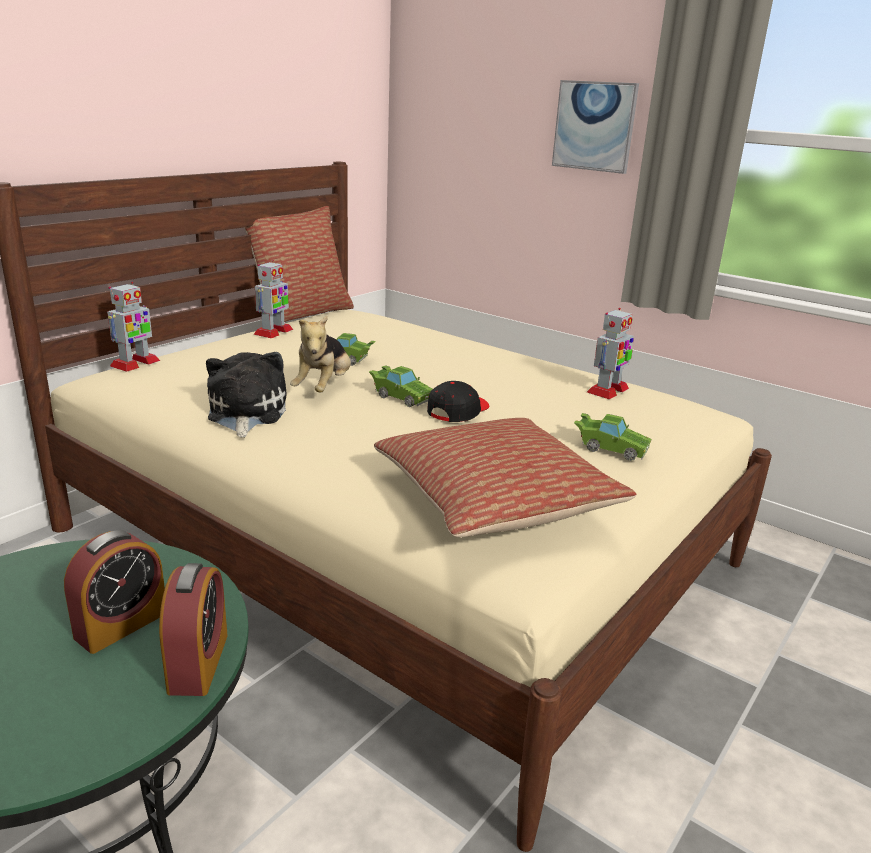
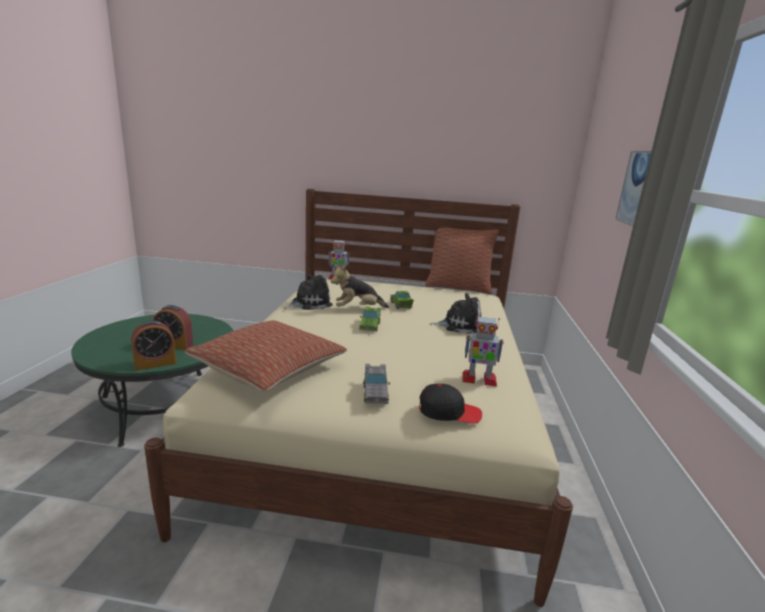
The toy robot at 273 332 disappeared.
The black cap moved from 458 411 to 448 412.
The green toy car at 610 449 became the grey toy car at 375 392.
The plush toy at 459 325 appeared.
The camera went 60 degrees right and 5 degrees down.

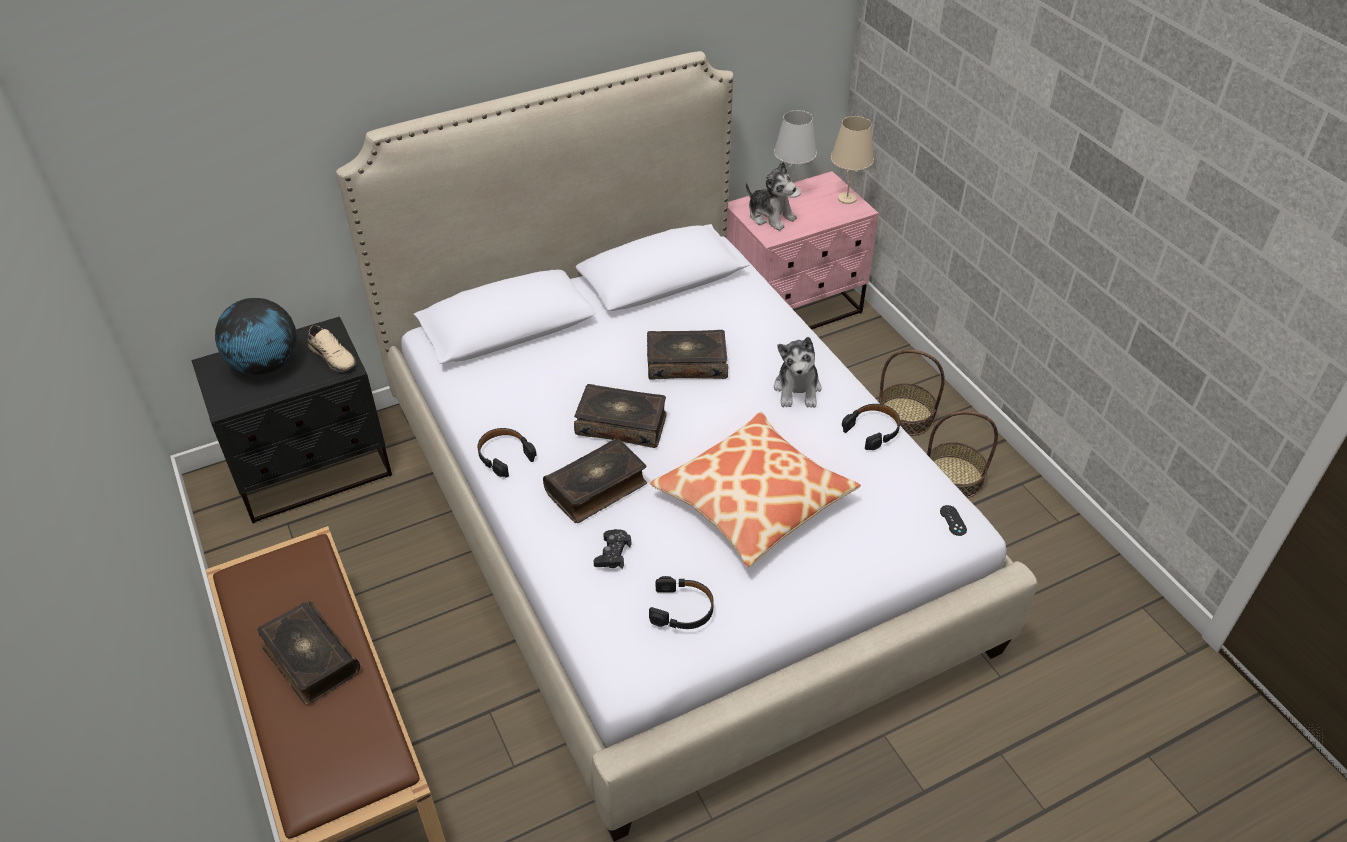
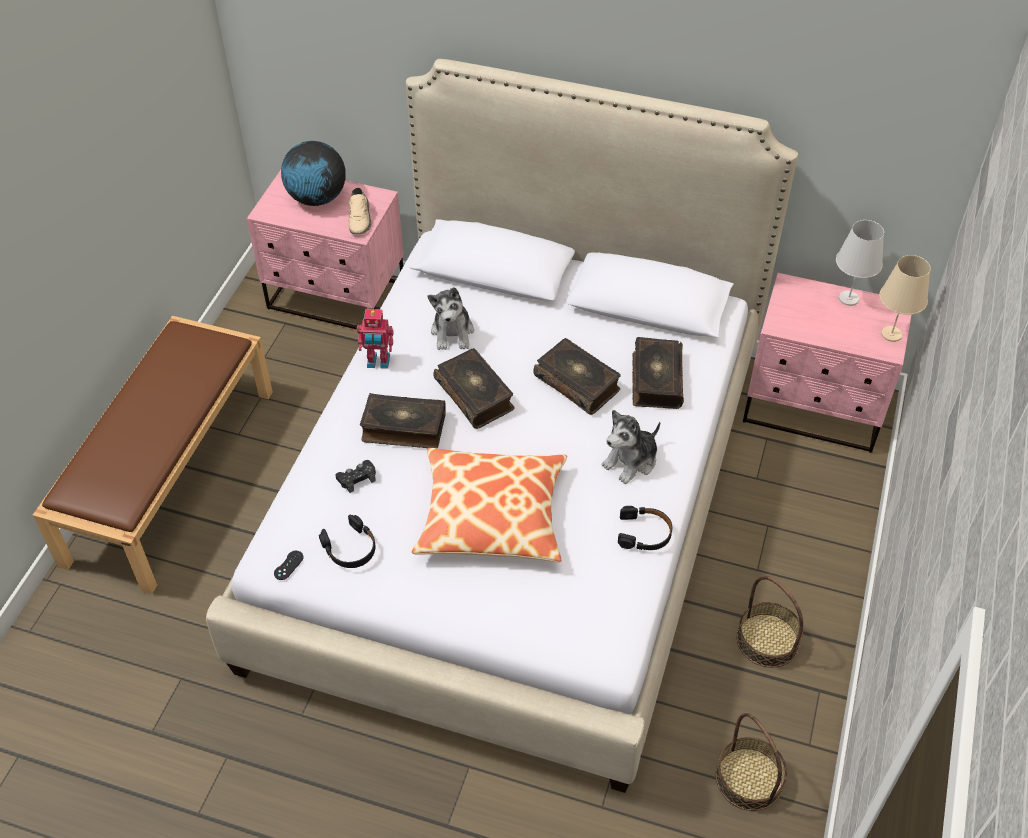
The plush toy moved from 770 216 to 452 332.
The black nightstand at 314 471 became the pink nightstand at 336 298.
The basket moved from 905 416 to 749 778.
The black headphones at 504 455 was replaced by the toy robot at 378 362.
The black game controller moved from 953 520 to 288 565.
The book moved from 310 659 to 655 380.
The camera went 45 degrees right and 5 degrees up.

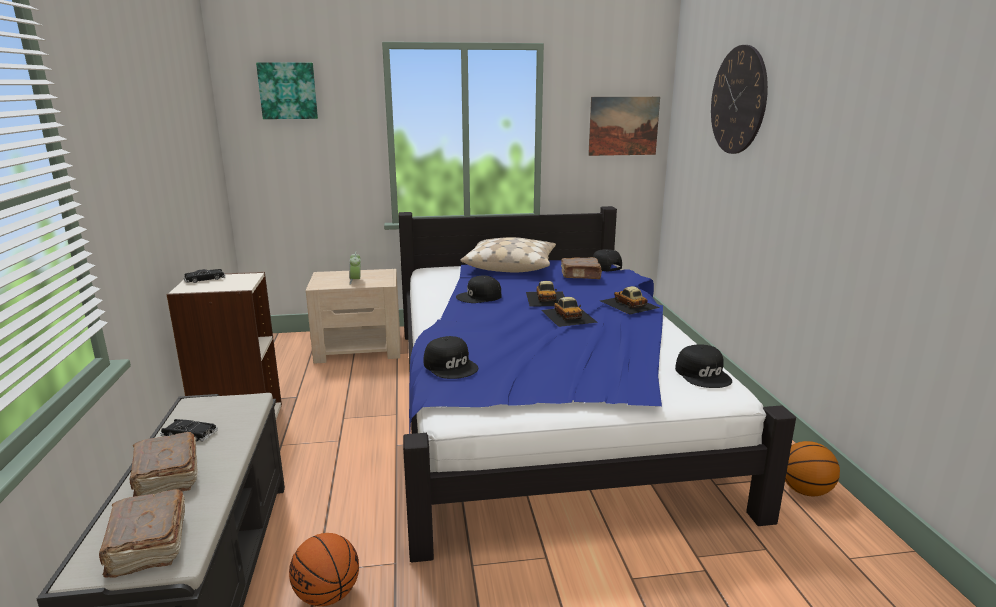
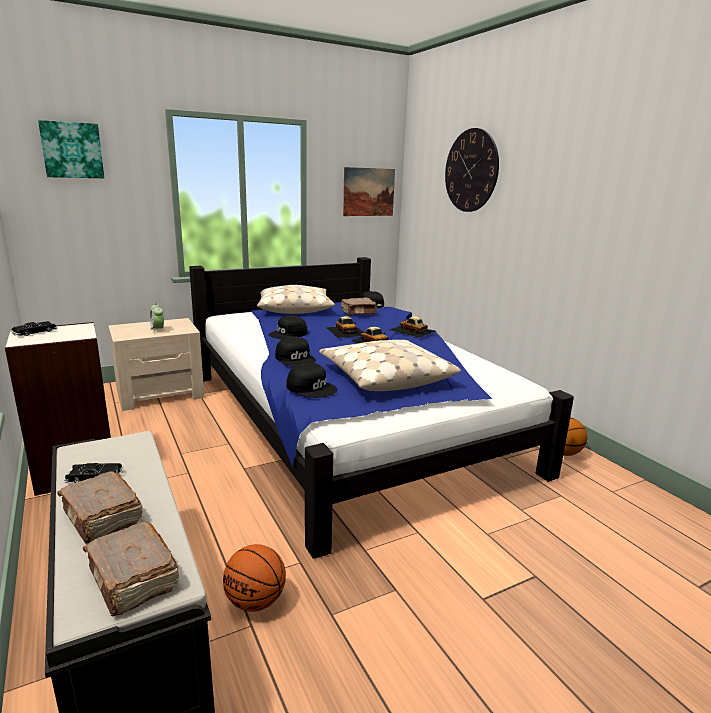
The black cap moved from 703 374 to 296 358.
The beige pillow at 385 377 appeared.
The camera went 20 degrees left and 0 degrees up.

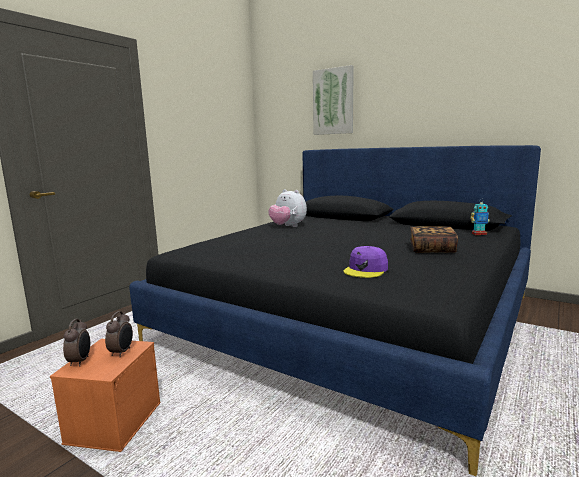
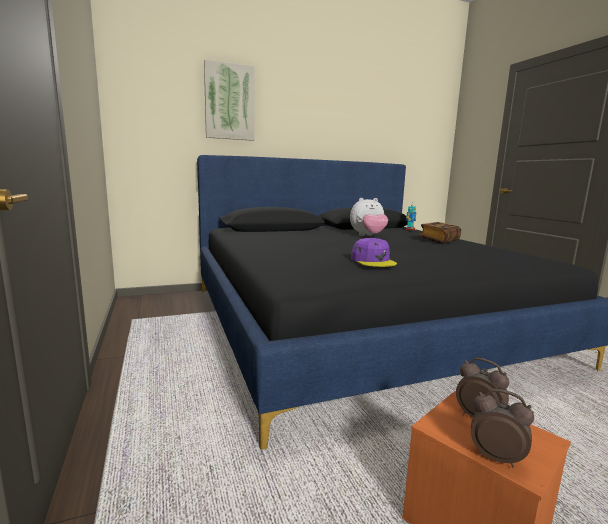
The plush toy moved from 288 226 to 368 236.
The purple cap moved from 366 270 to 373 261.
The camera went 55 degrees left and 0 degrees up.

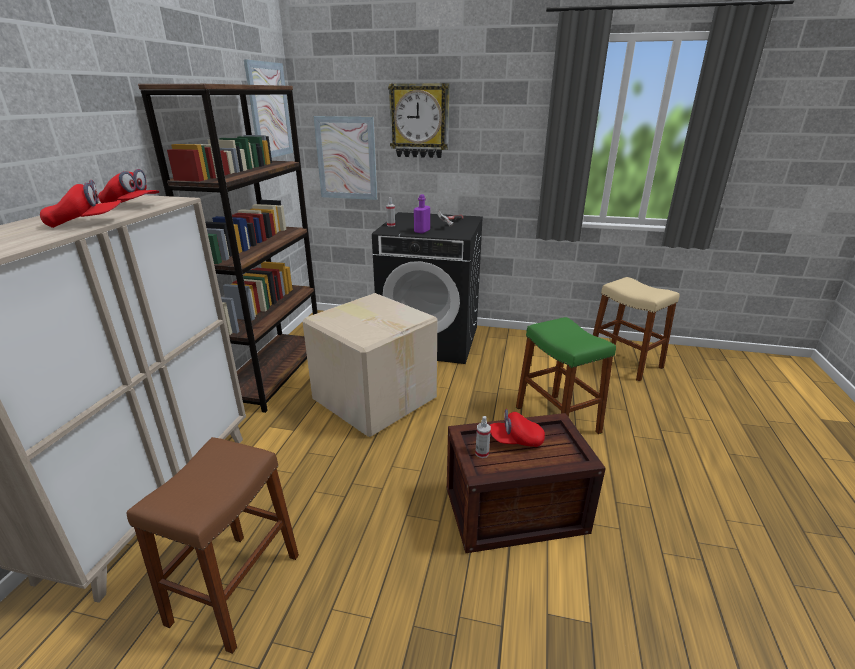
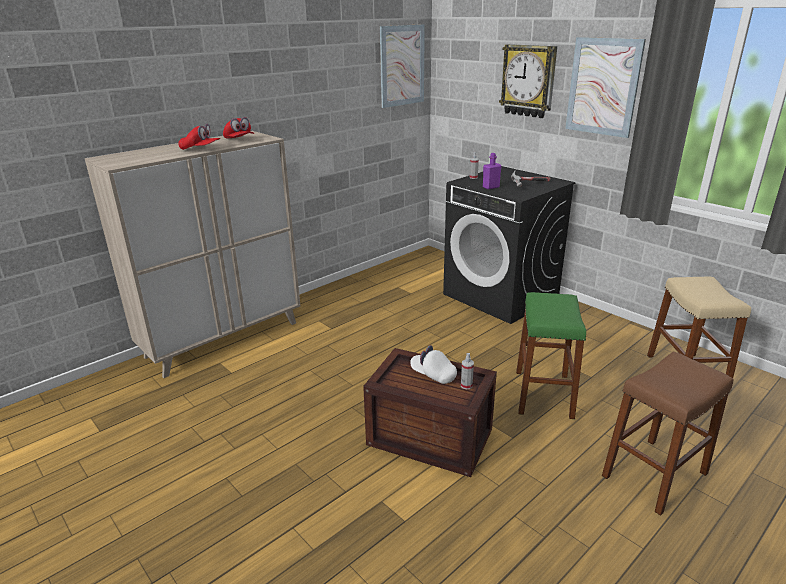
The brown bookcase at 274 374 disappeared.
The picture moved from 346 158 to 603 87.
The cardboard box at 375 397 disappeared.
The red cap at 515 440 became the white cap at 433 375.
The spray bottle moved from 482 453 to 466 385.
The brown stool moved from 236 588 to 654 474.
The camera went 35 degrees right and 0 degrees up.

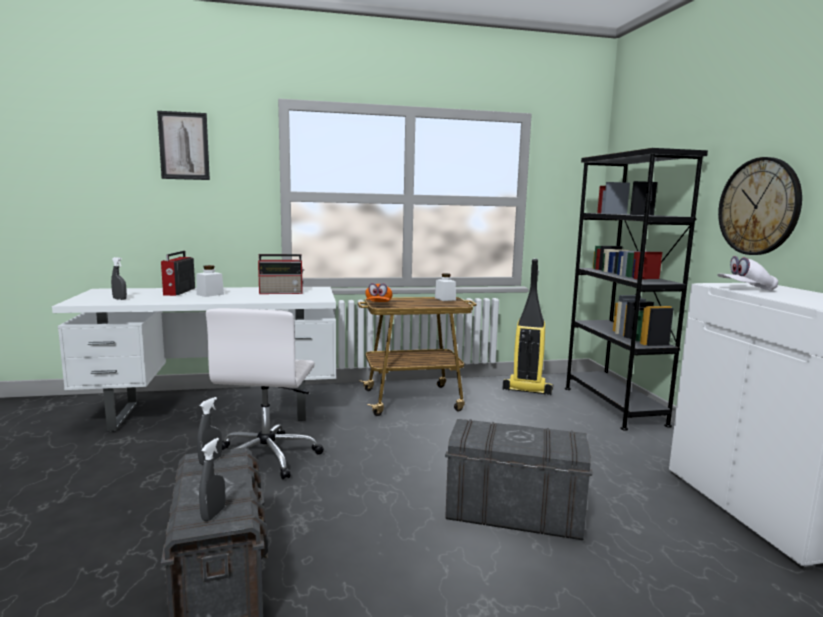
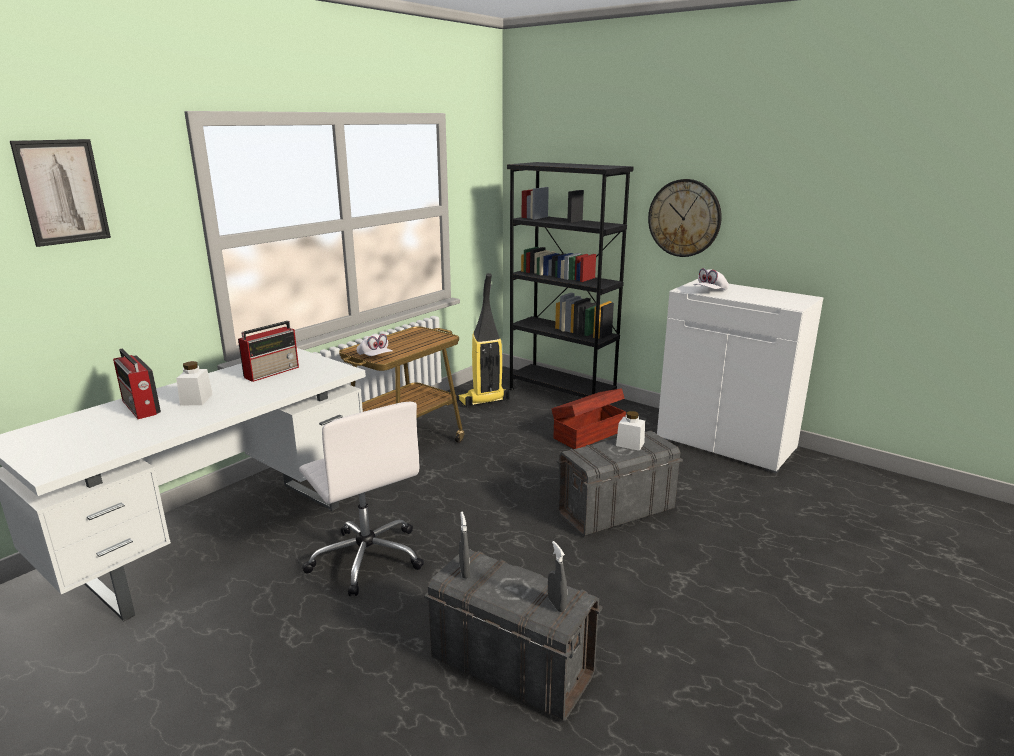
The grey spray bottle at 119 299 disappeared.
The white jar moved from 445 299 to 630 444.
The orange cap at 378 304 became the white cap at 375 357.
The brown storage box at 588 434 appeared.
The camera went 40 degrees left and 10 degrees up.

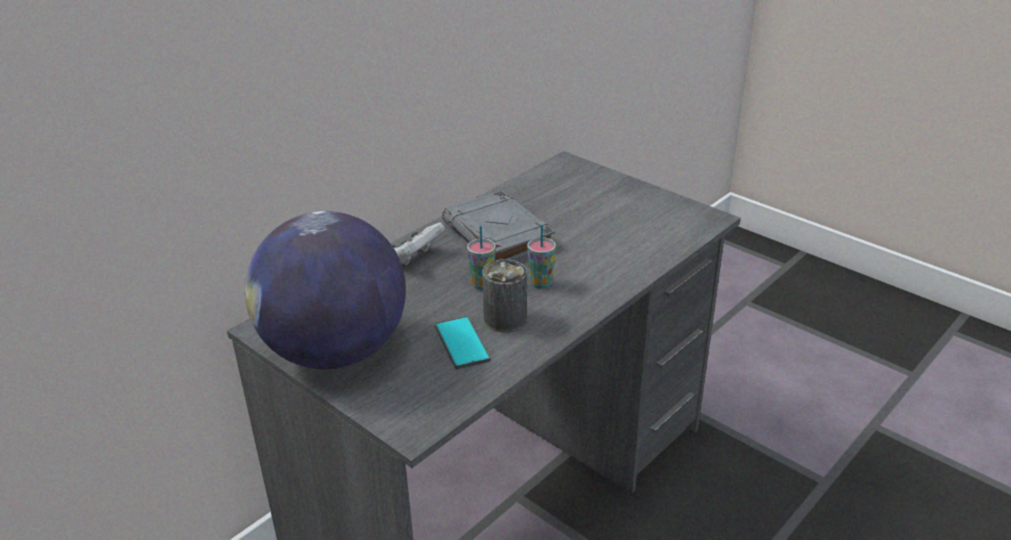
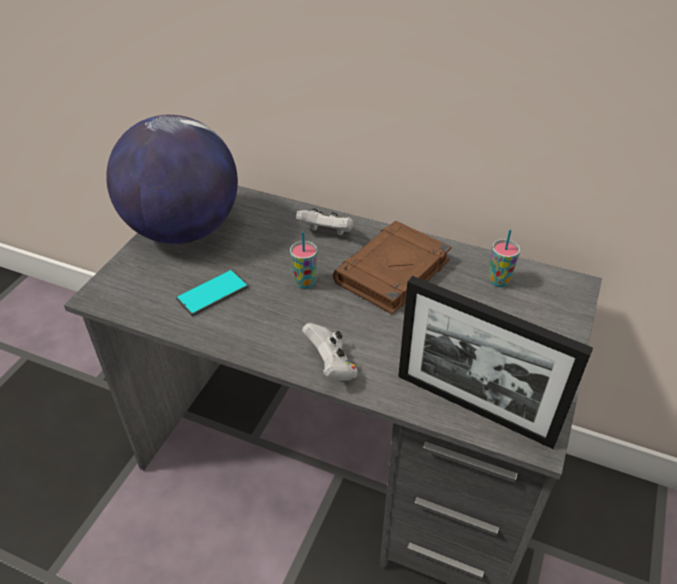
The grey book at 499 236 became the brown book at 392 272.
The cup moved from 541 283 to 498 281.
The can at 505 319 disappeared.
The picture frame at 473 408 appeared.
The white game controller at 331 366 appeared.
The camera went 70 degrees right and 10 degrees up.

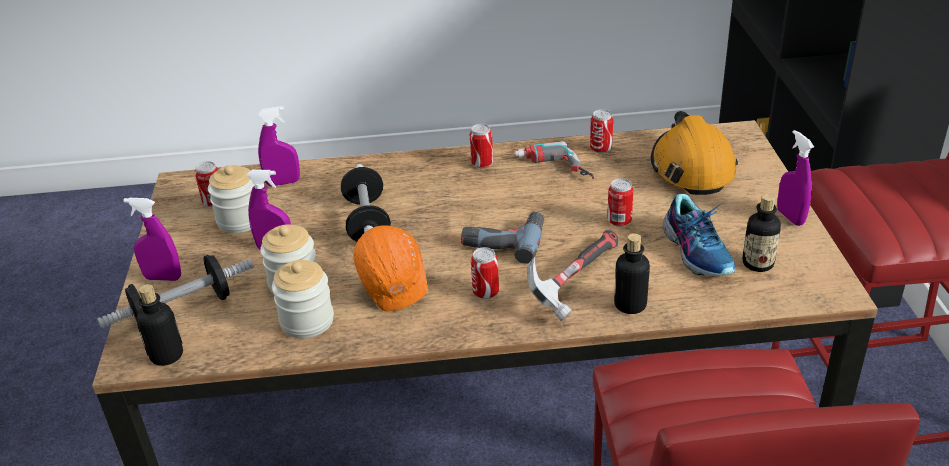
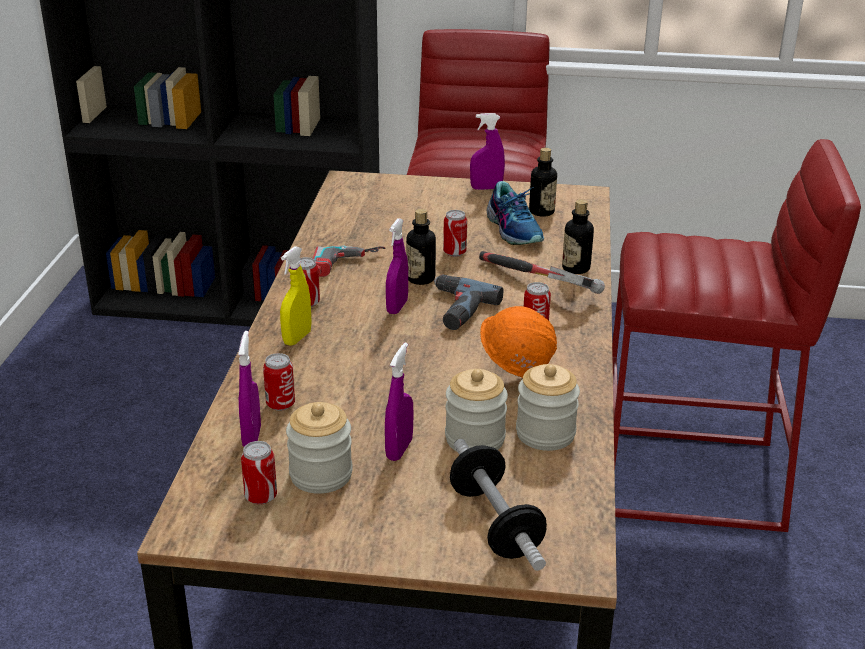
The can moved from 601 149 to 280 404.
The orange hard hat at 692 168 disappeared.
The dumbbell at 367 222 disappeared.
The shoe at 698 251 turned 75 degrees clockwise.
The purple spray bottle moved from 163 278 to 397 307.
The bottle moved from 167 355 to 420 278.
The yellow spray bottle at 297 338 appeared.
The camera went 80 degrees left and 5 degrees down.

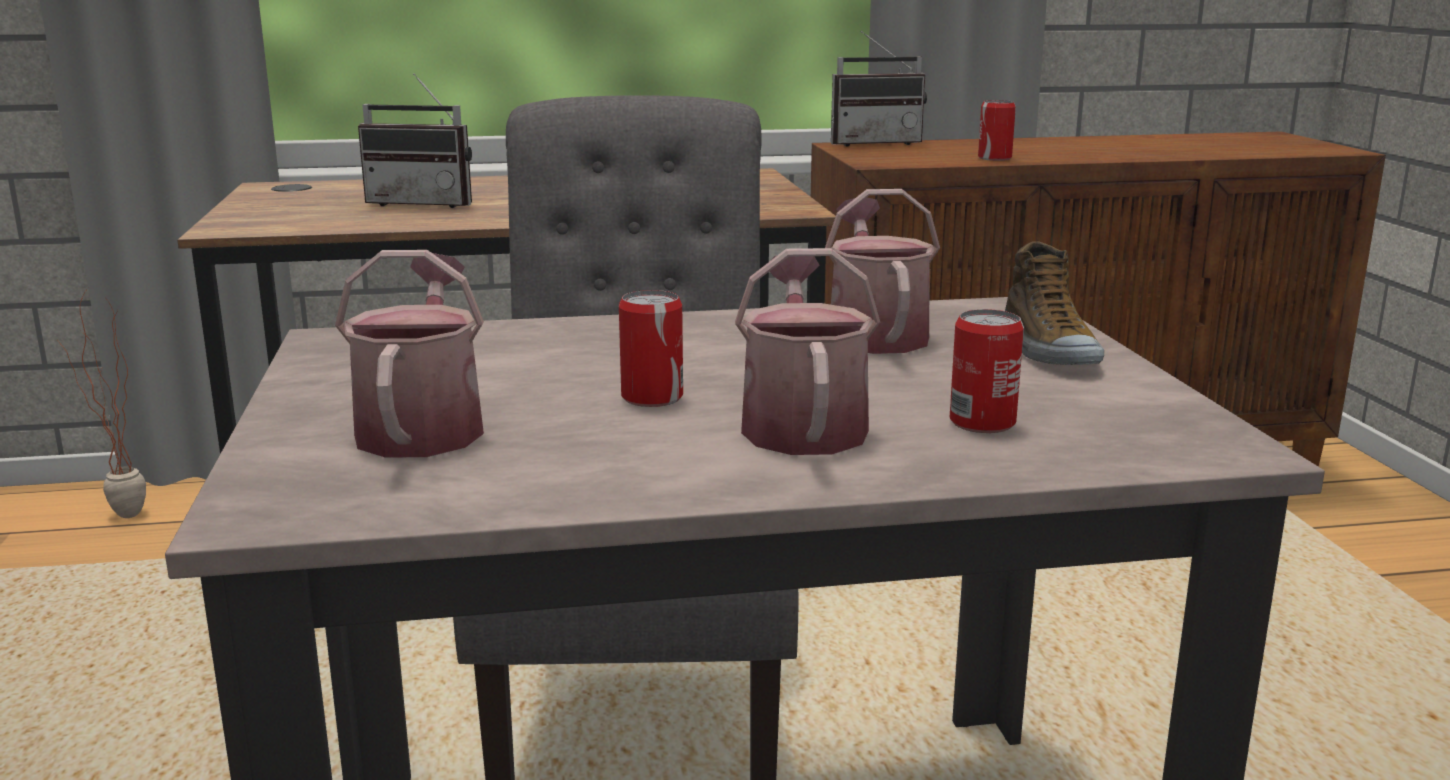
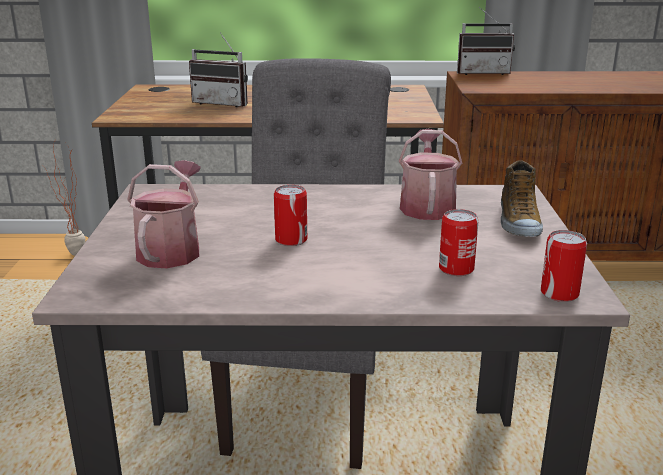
The can moved from 994 158 to 559 293.
The watering can at 802 424 disappeared.
The camera went 10 degrees right and 5 degrees up.

